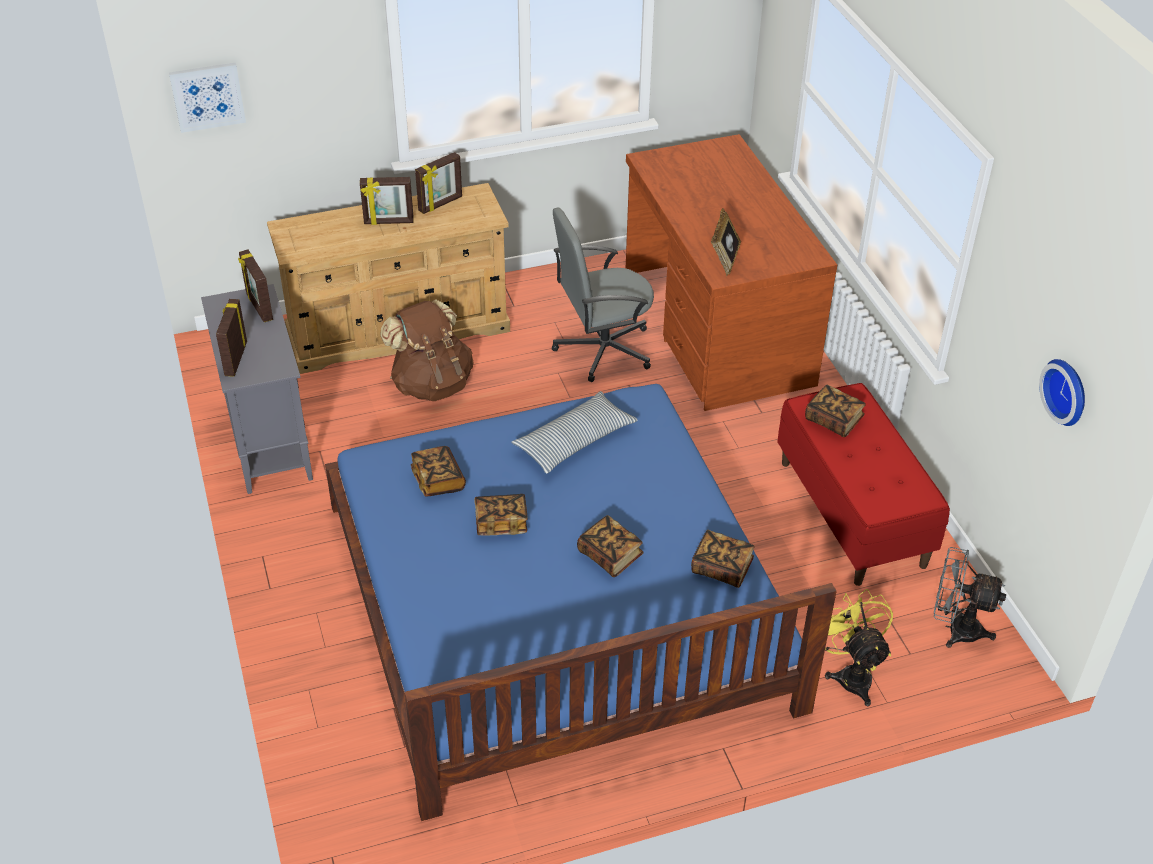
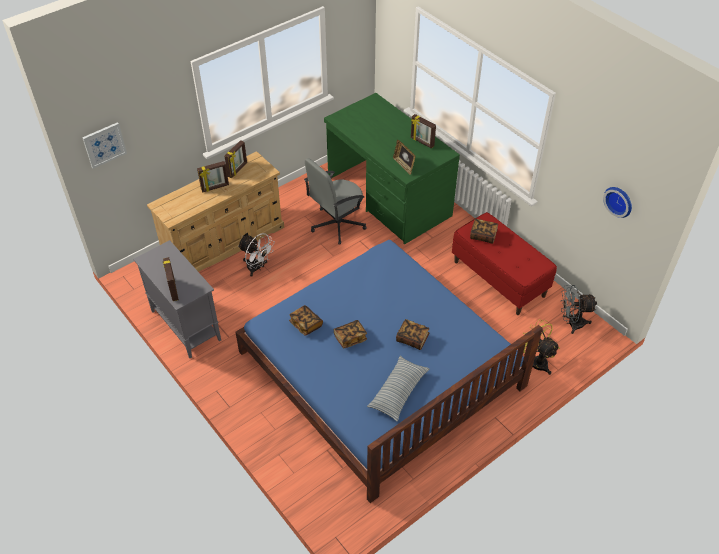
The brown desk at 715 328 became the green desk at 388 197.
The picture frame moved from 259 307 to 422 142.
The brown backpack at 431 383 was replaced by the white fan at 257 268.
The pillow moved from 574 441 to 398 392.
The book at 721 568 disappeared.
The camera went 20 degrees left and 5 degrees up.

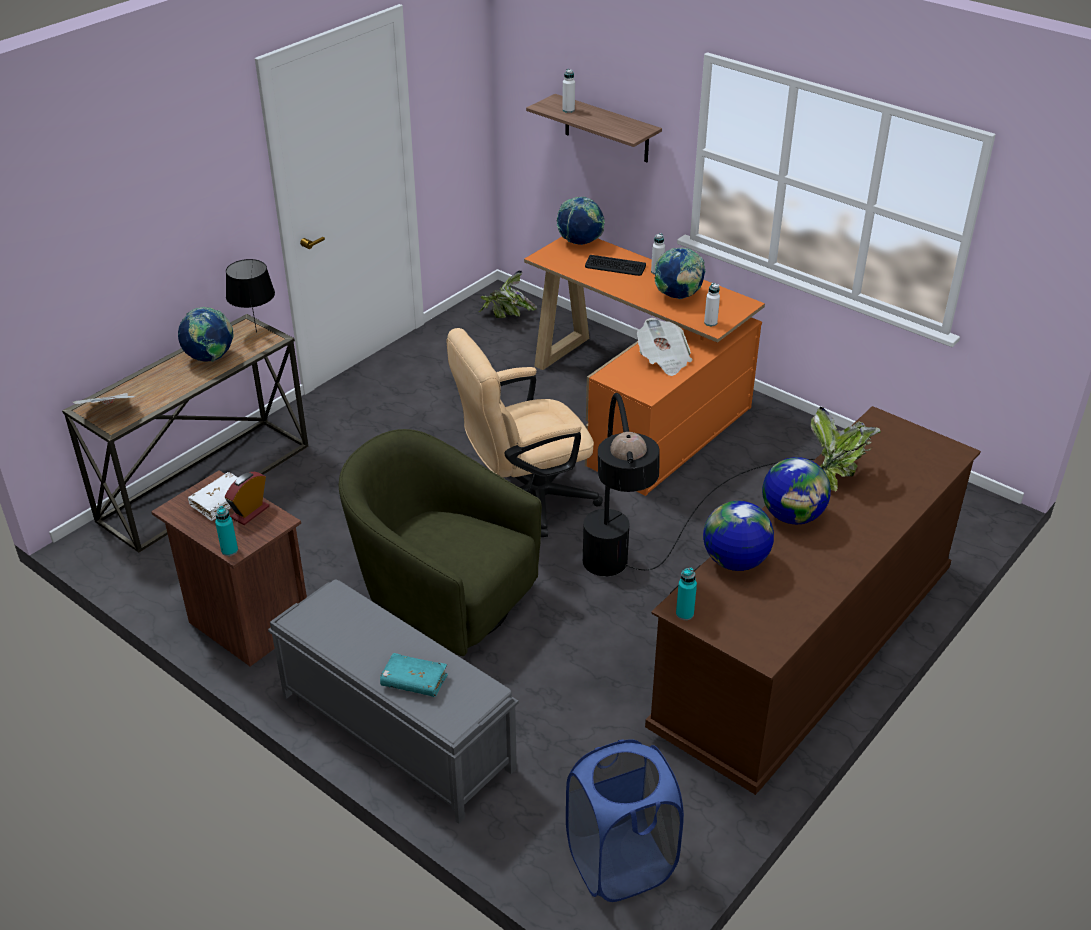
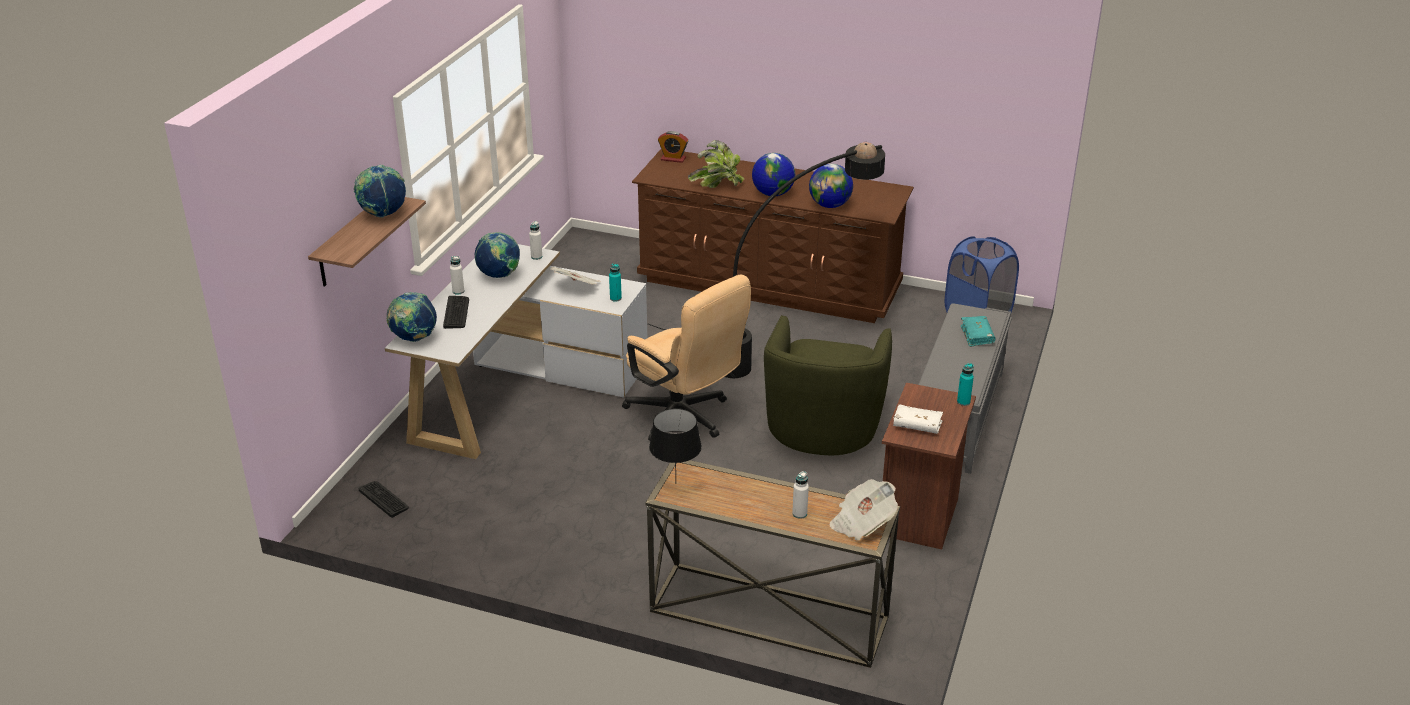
The white bottle moved from 568 110 to 799 514.
The orange desk at 639 405 became the white desk at 518 389.
The potted plant at 506 317 was replaced by the keyboard at 384 499.
The globe moved from 210 358 to 383 214.
The alarm clock moved from 250 512 to 673 159.
The turquoise bottle moved from 684 614 to 615 298.
The camera went 110 degrees left and 5 degrees down.

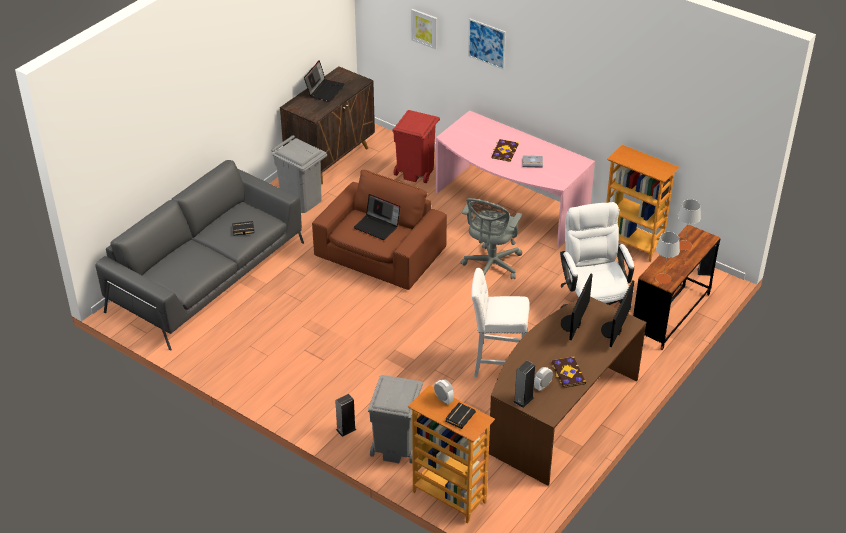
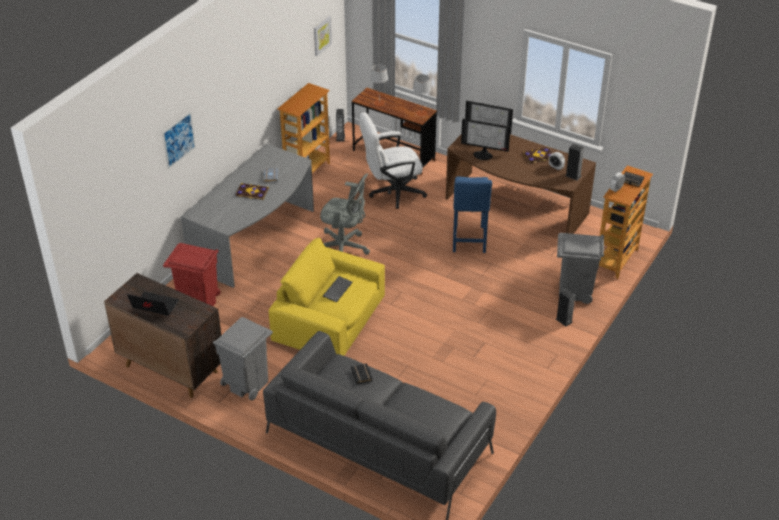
The picture moved from 425 28 to 322 35.
The pink desk at 509 207 became the grey desk at 256 240.
The brown armchair at 380 253 became the yellow armchair at 330 318.
The laptop at 377 226 was replaced by the keyboard at 337 289.
The white stool at 497 365 became the blue stool at 468 241.
The camera went 95 degrees left and 0 degrees up.

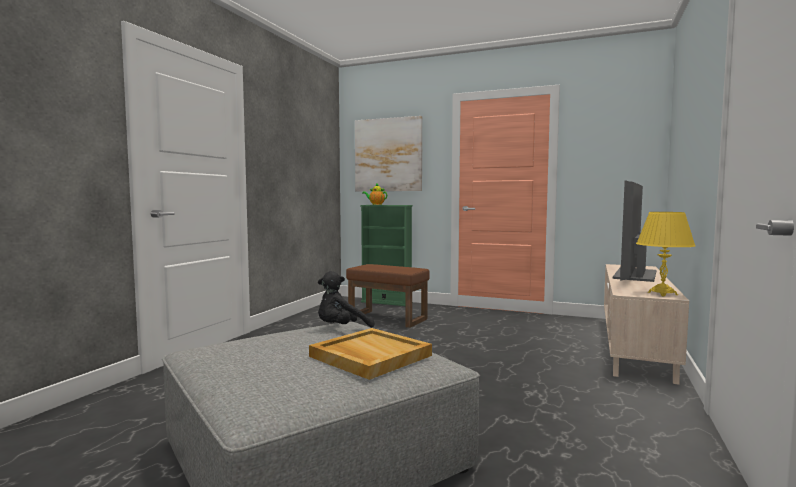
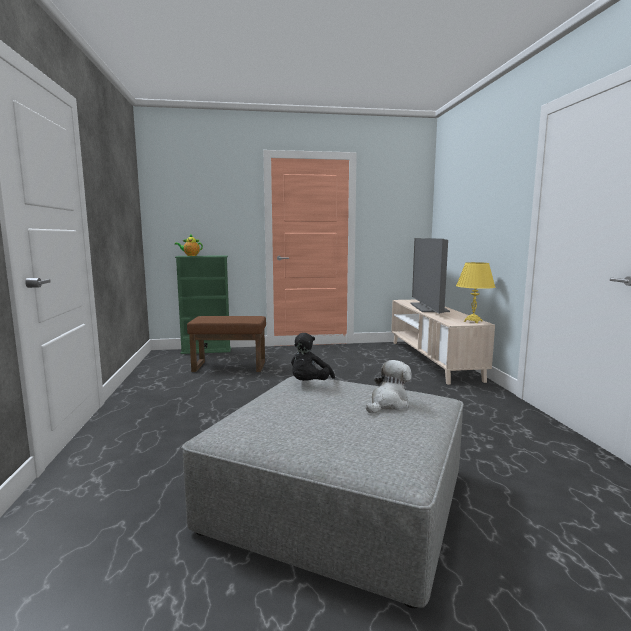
The picture at 388 155 disappeared.
The beige tray at 369 356 was replaced by the plush toy at 388 404.
The camera went 30 degrees left and 5 degrees up.

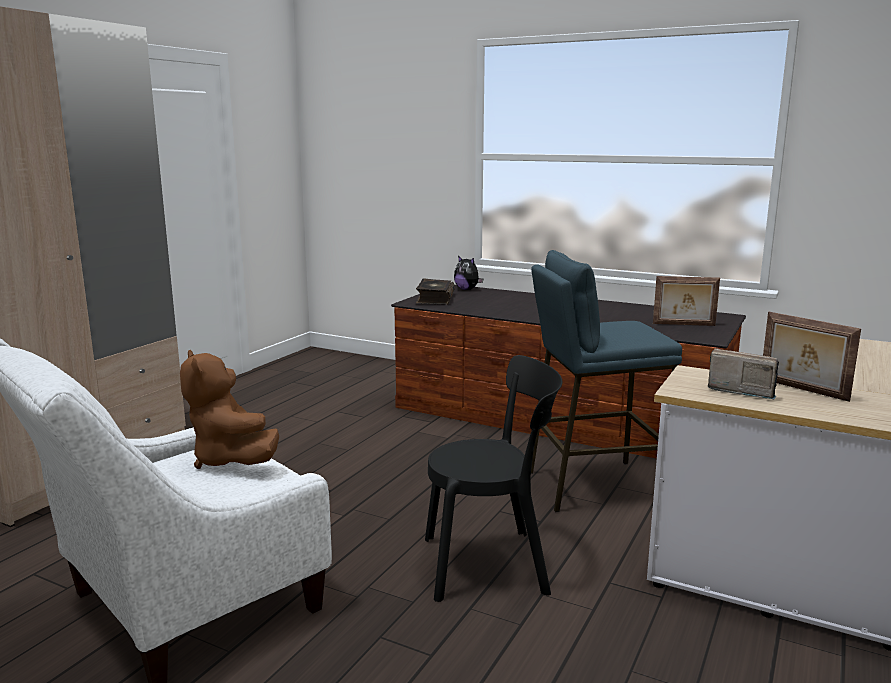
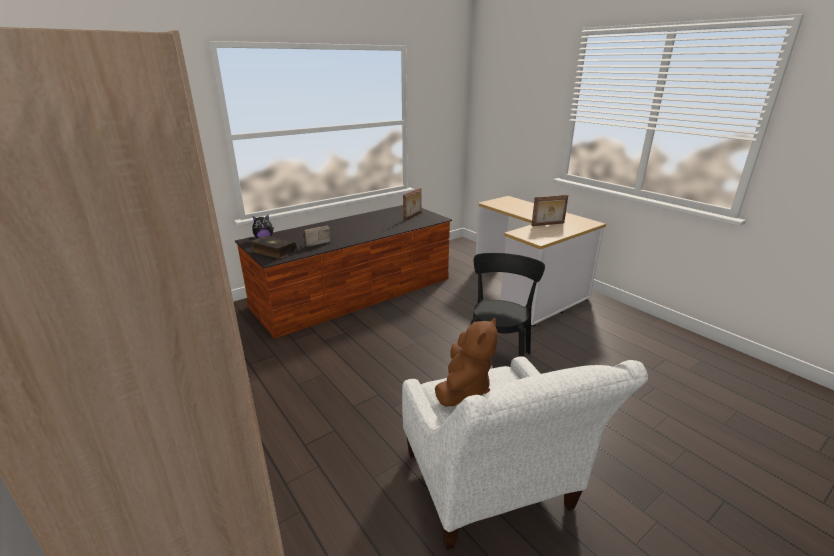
The blue stool at 592 485 disappeared.
The radio moved from 740 390 to 316 243.
The brown plush toy at 231 460 turned 60 degrees counterclockwise.
The camera went 65 degrees left and 10 degrees up.

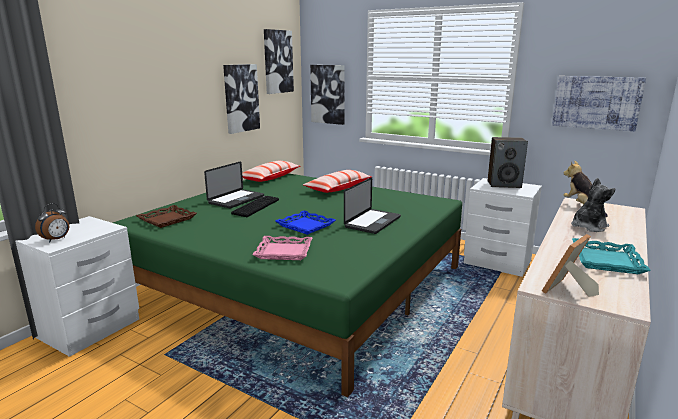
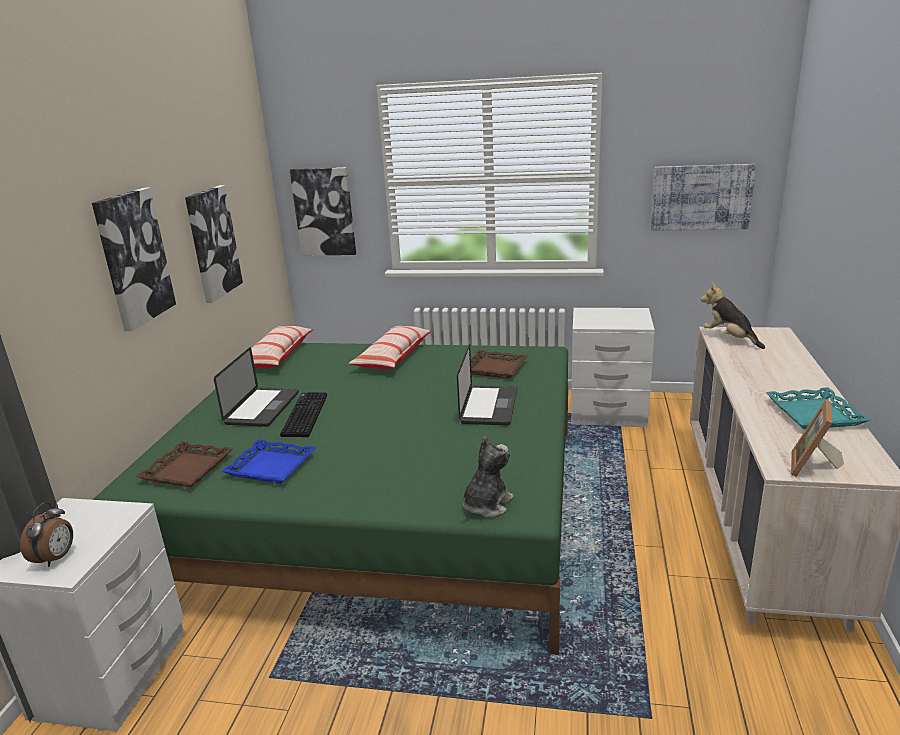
The picture moved from 277 61 to 133 258.
The speaker at 504 184 disappeared.
The plush toy moved from 588 226 to 486 504.
The blue tray moved from 305 226 to 270 467.
The pink tray at 283 252 disappeared.
The brown tray at 495 368 appeared.
The camera went 20 degrees left and 5 degrees up.

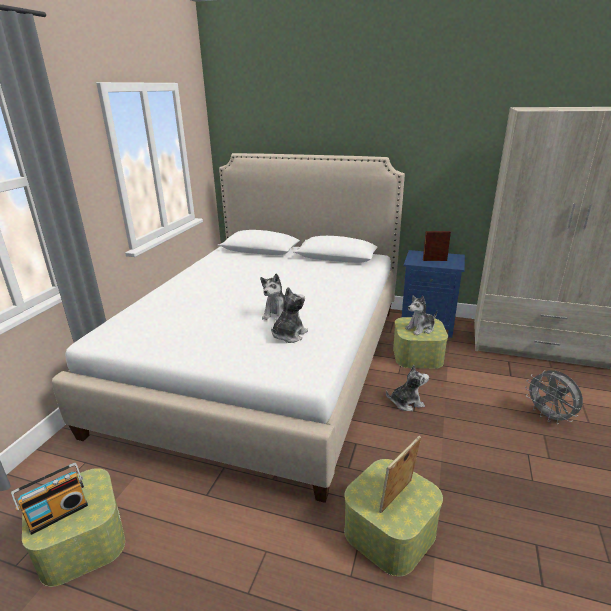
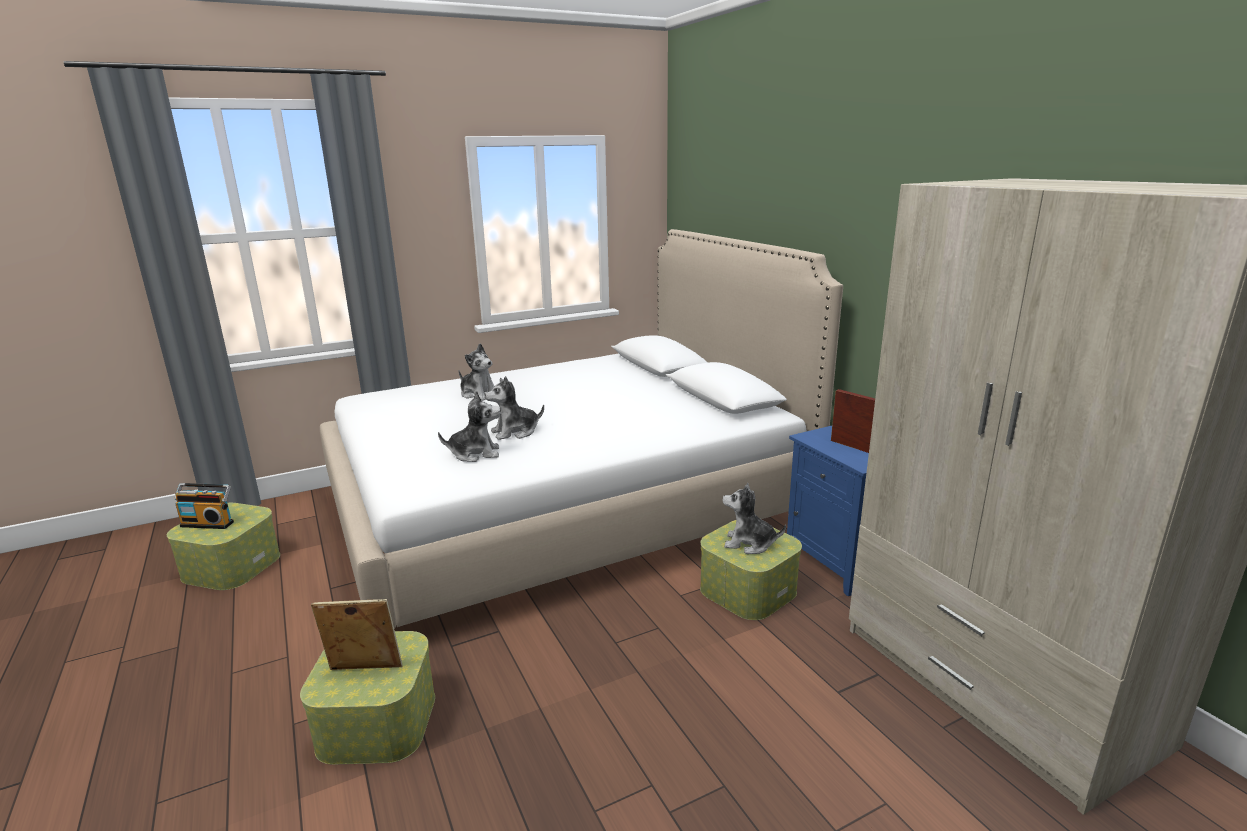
The plush toy moved from 406 402 to 479 394.
The grey fan at 549 416 disappeared.
The camera went 45 degrees right and 5 degrees down.

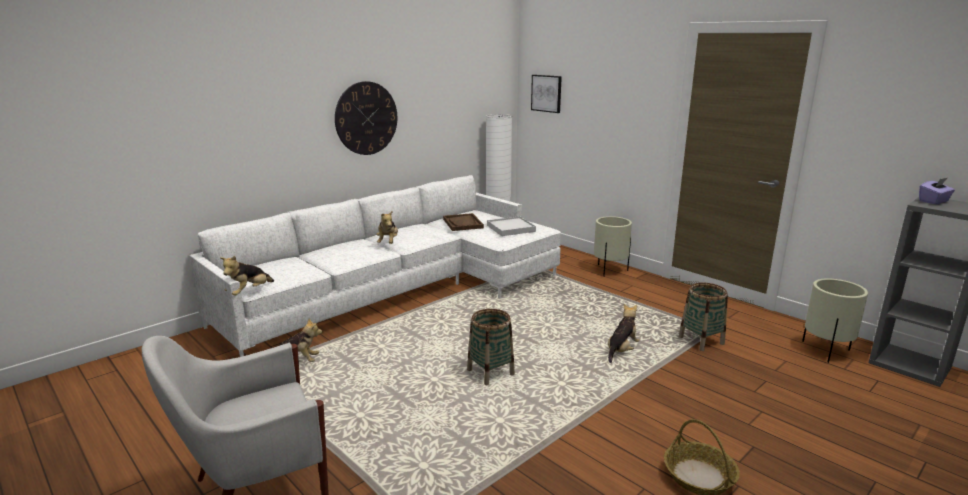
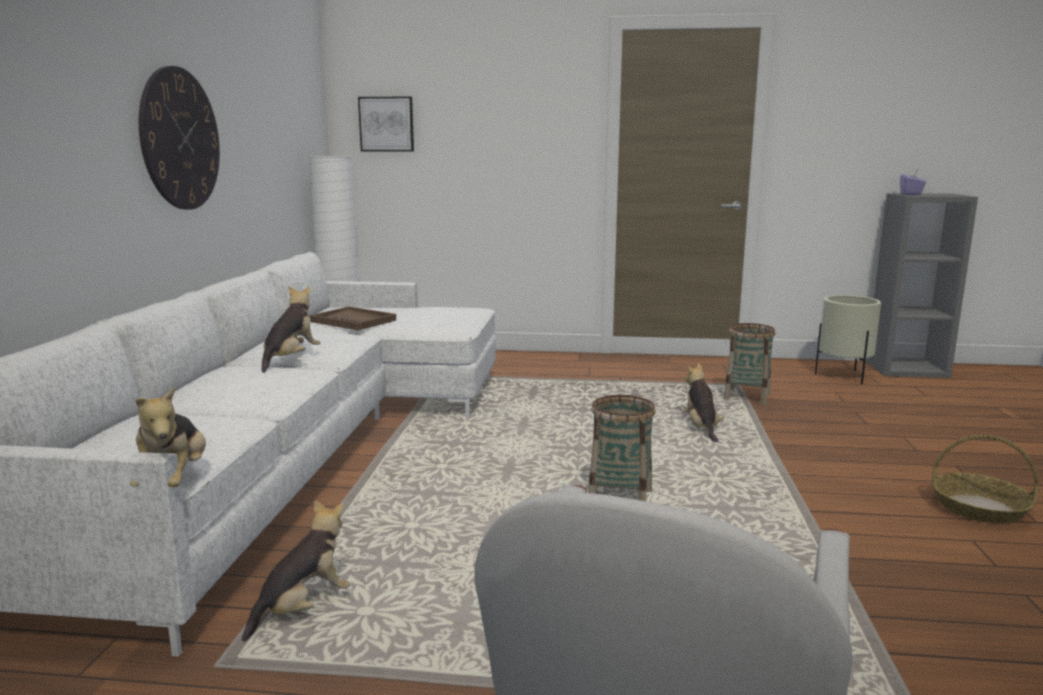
The plush toy at 388 242 turned 120 degrees counterclockwise.
The white tray at 511 228 disappeared.
The beige planter at 610 270 disappeared.
The camera went 40 degrees left and 5 degrees down.

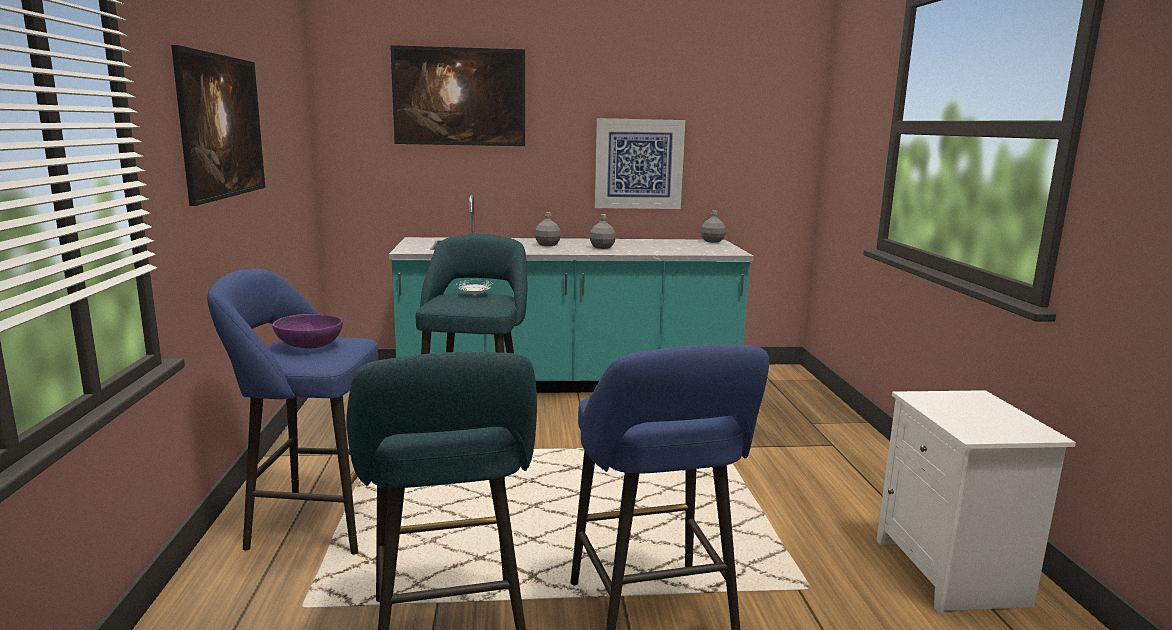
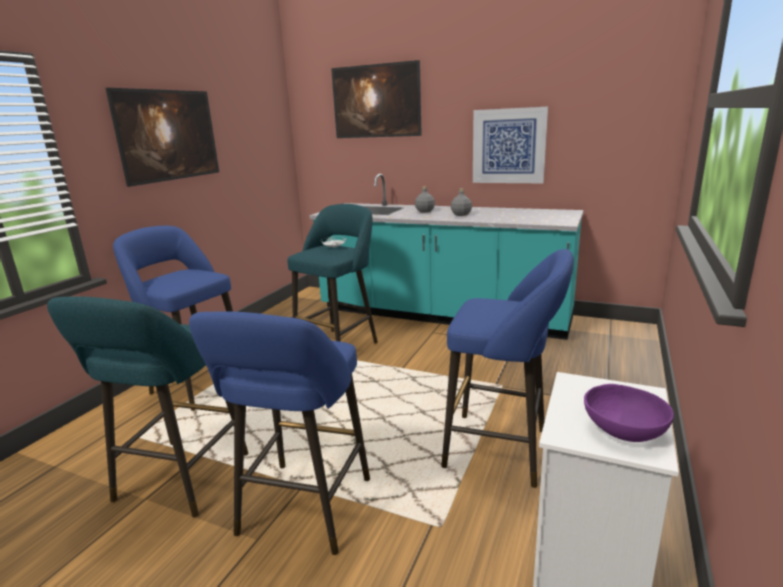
The grey bottle at 712 241 disappeared.
The purple bowl moved from 309 346 to 624 431.
The blue stool at 503 450 appeared.
The camera went 30 degrees right and 5 degrees up.

